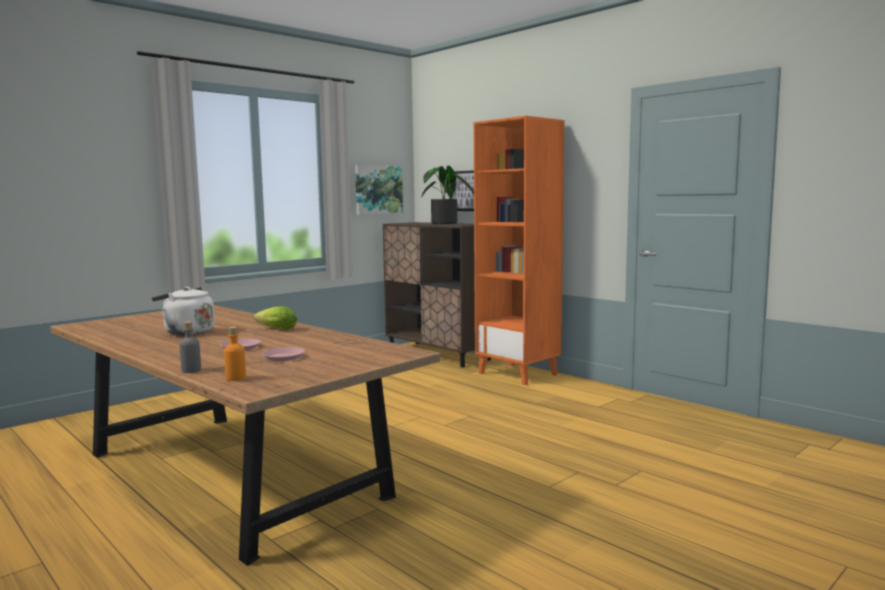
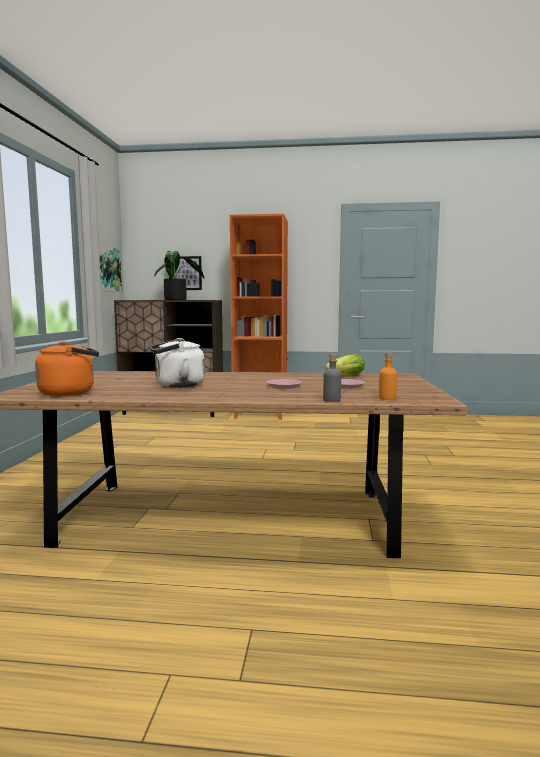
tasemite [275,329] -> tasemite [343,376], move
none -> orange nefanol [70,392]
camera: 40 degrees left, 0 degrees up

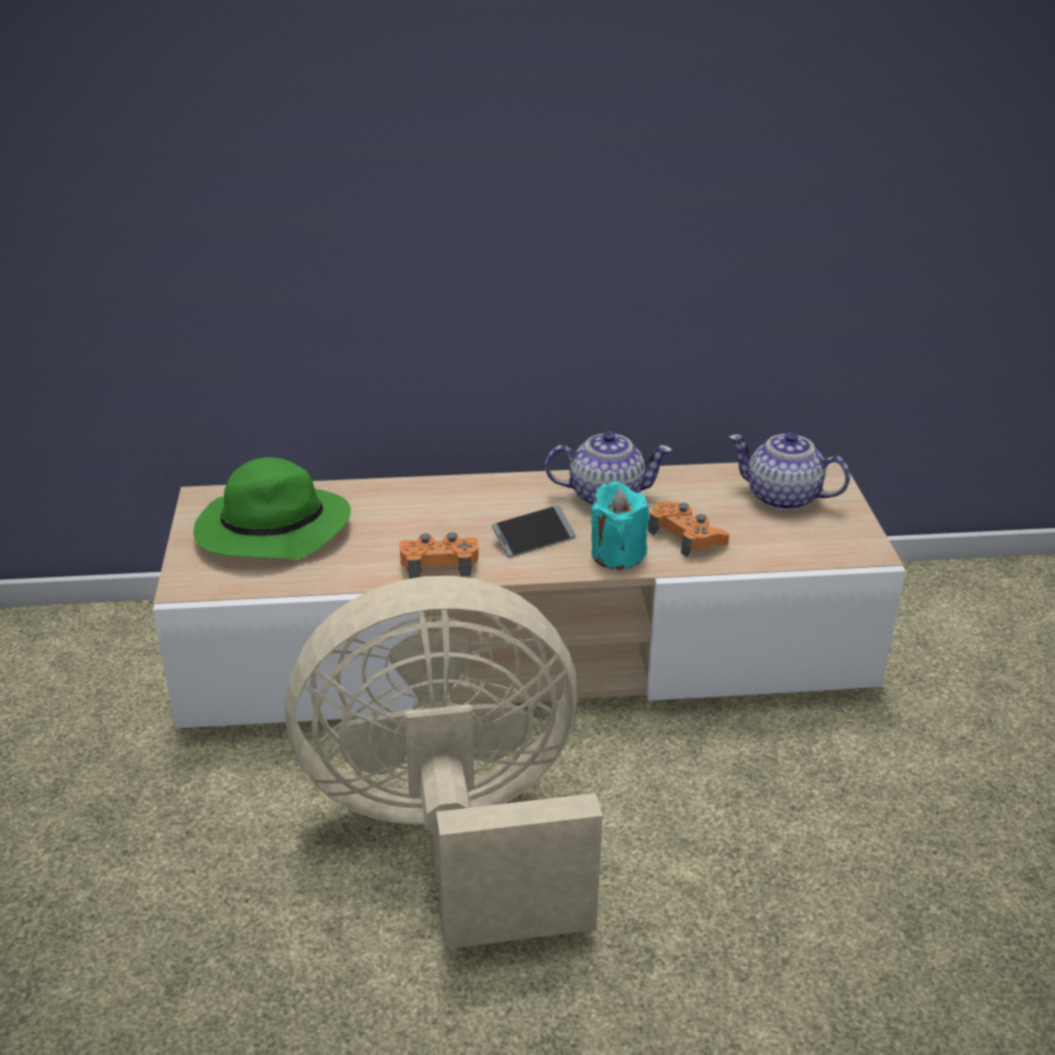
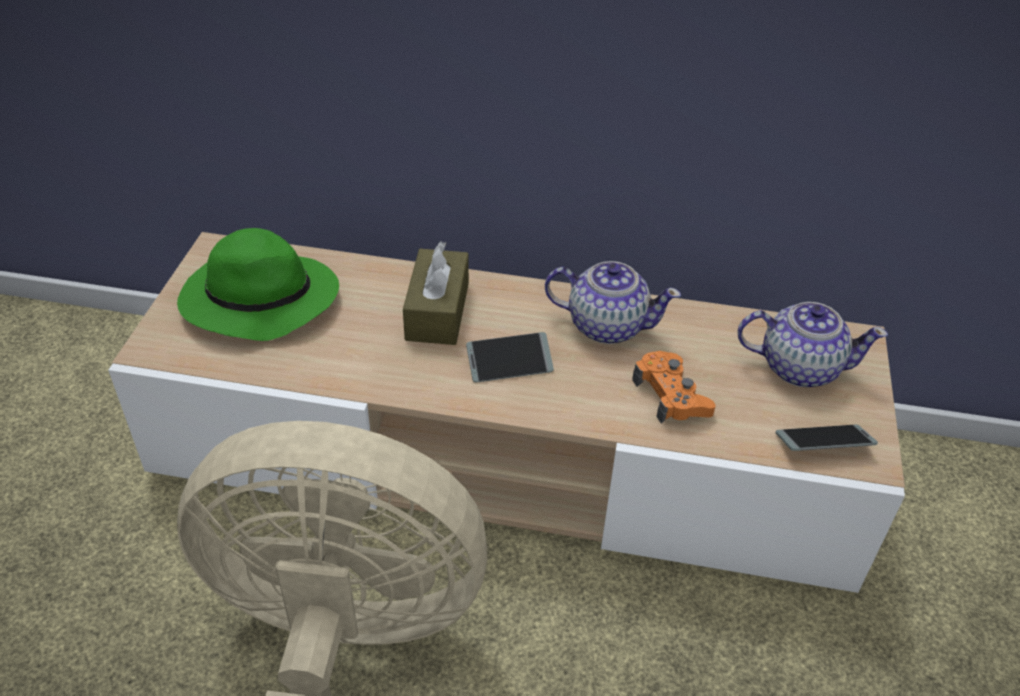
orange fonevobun [439,563] -> none
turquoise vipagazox [617,554] -> none
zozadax [783,498] -> zozadax [798,367], 150 degrees clockwise
none -> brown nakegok [437,311]
none -> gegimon [823,444]
camera: 15 degrees right, 10 degrees up

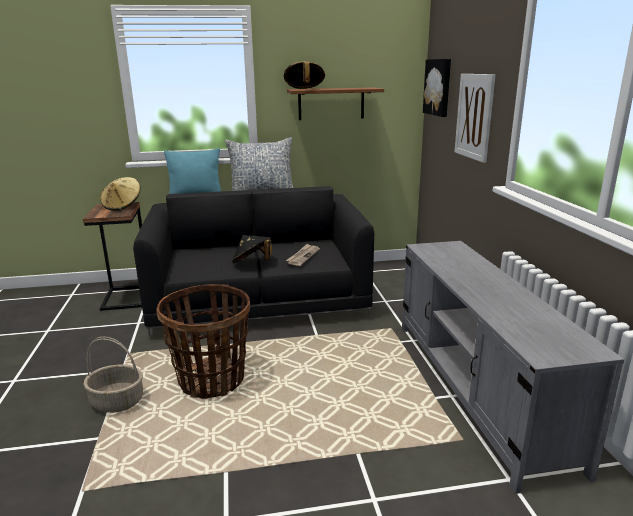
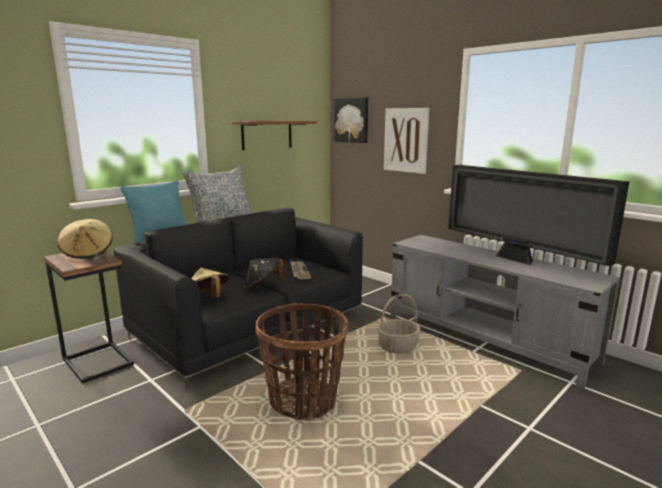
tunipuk [118,401] -> tunipuk [398,346], move
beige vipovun [304,89] -> beige vipovun [207,299], move
none -> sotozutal [517,260]
camera: 35 degrees left, 5 degrees down

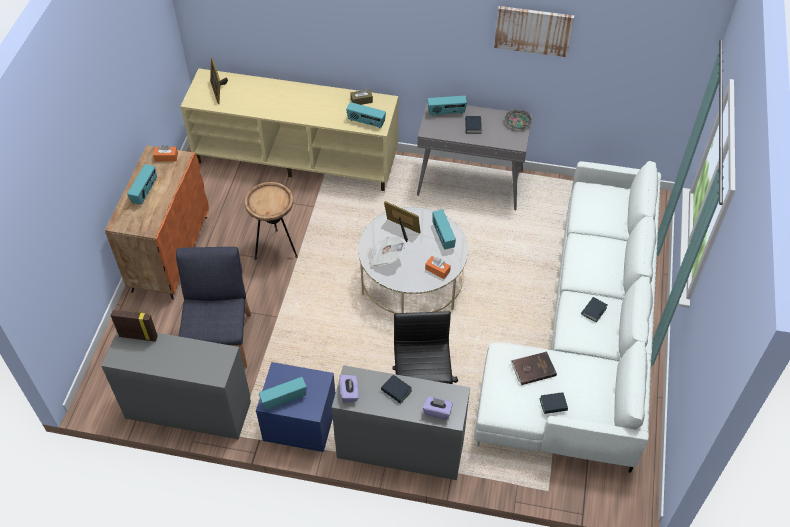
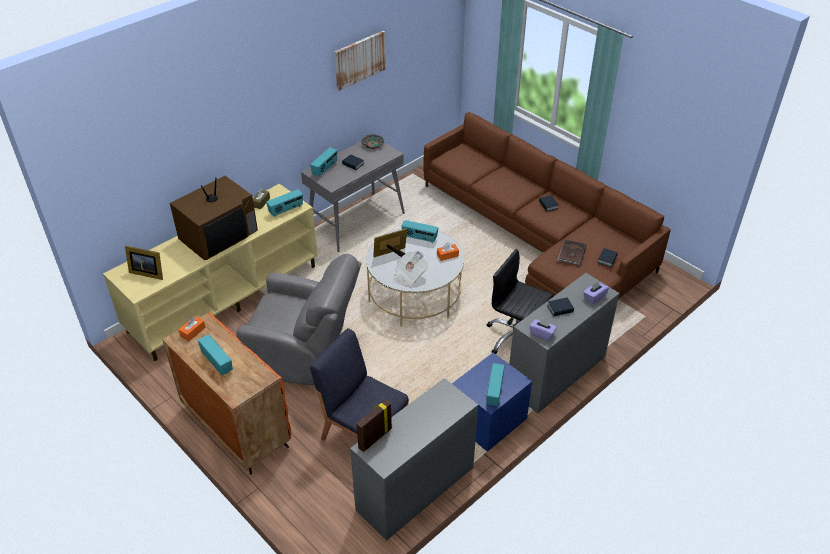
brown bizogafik [276,248] -> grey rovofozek [304,354]
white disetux [583,337] -> brown disetux [539,239]
none -> sotozutal [219,235]
camera: 55 degrees left, 10 degrees down

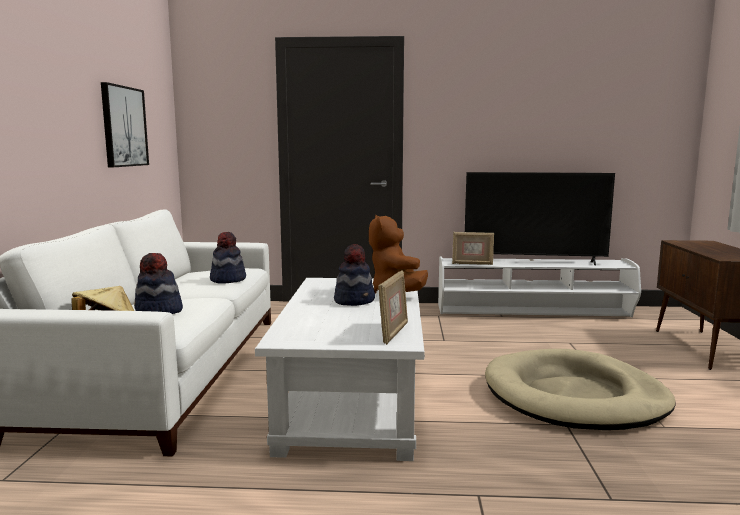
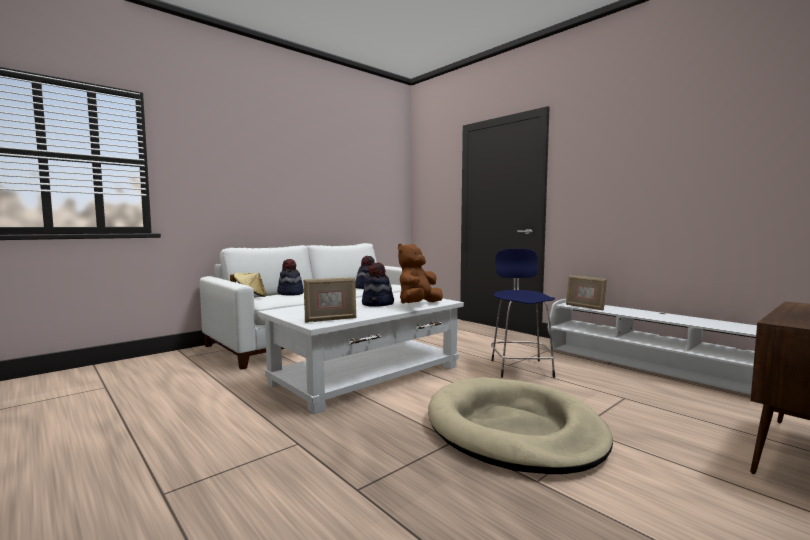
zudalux [124,126] -> none
sotozutal [534,262] -> none
none -> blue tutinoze [520,367]
camera: 45 degrees right, 5 degrees down

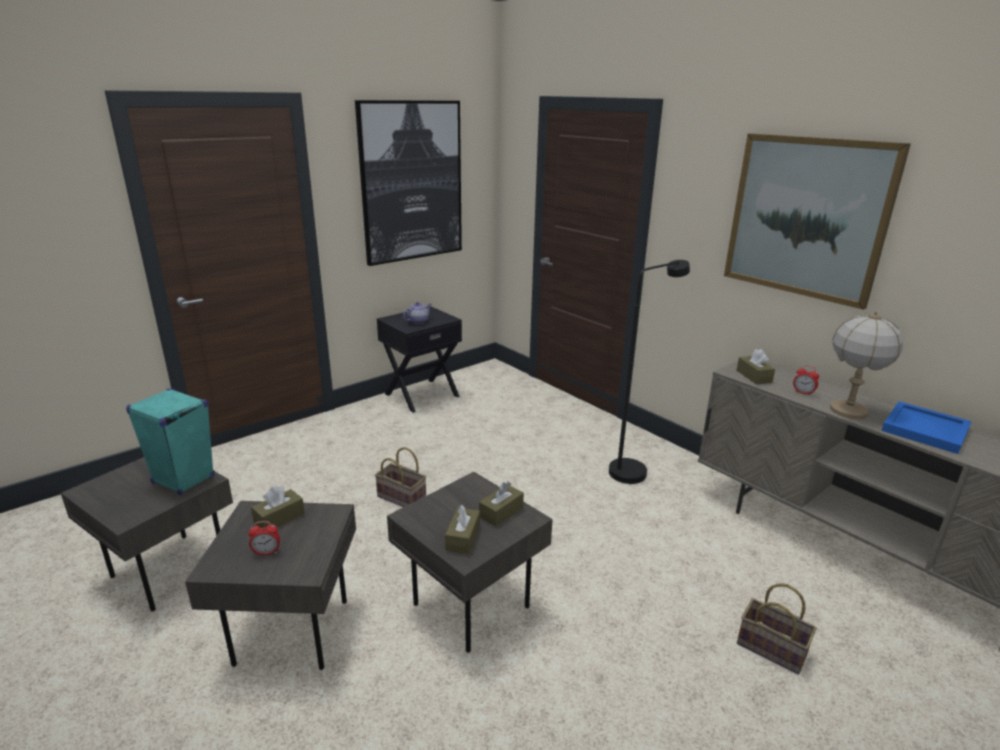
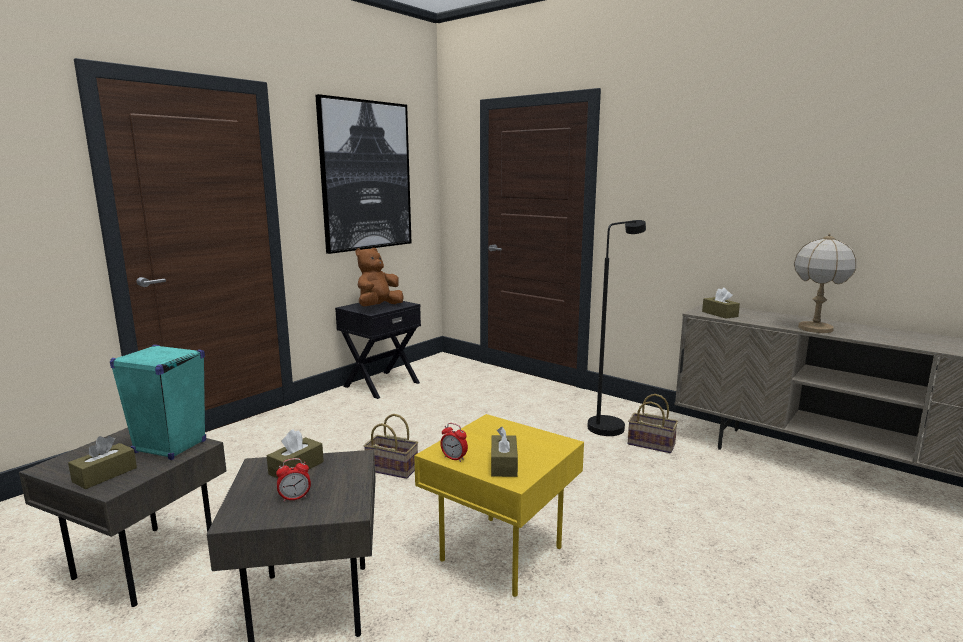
grey bizogafik [467,605] -> yellow bizogafik [497,554]
zozadax [418,321] -> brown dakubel [378,307]
brown nakegok [501,512] -> brown nakegok [105,475], move
zudalux [807,217] -> none
tunipuk [773,649] -> tunipuk [652,444], move
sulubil [803,393] -> sulubil [454,458], move
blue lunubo [926,430] -> none
camera: 10 degrees left, 10 degrees down

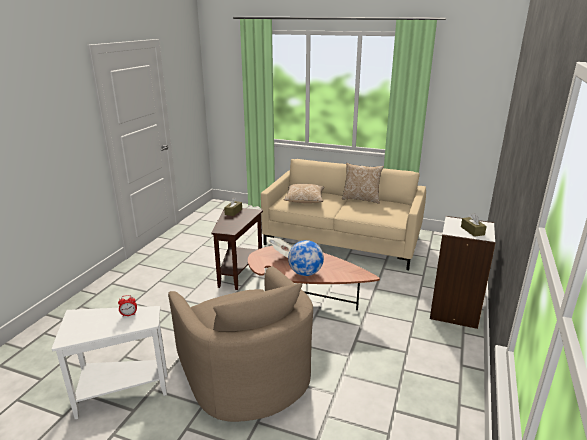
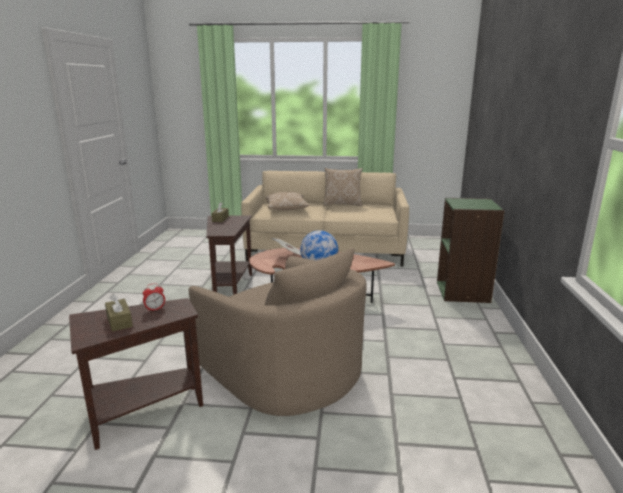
white bizogafik [119,392] -> brown bizogafik [141,413]
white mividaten [455,310] -> green mividaten [463,292]
brown nakegok [472,231] -> brown nakegok [119,321], move
camera: 15 degrees left, 5 degrees down

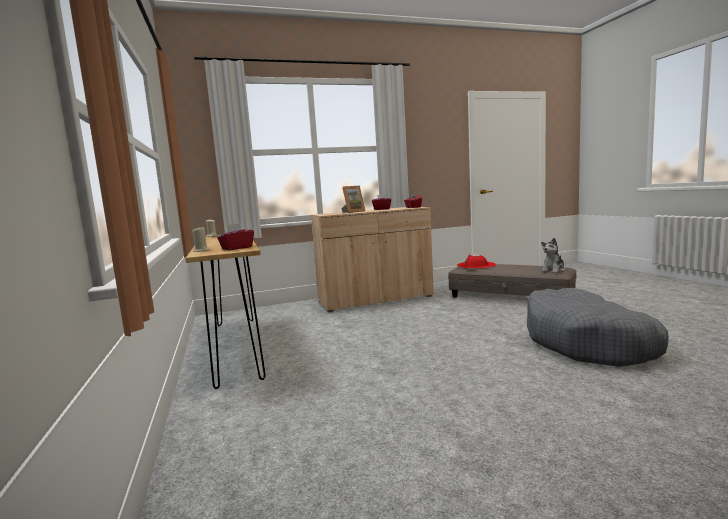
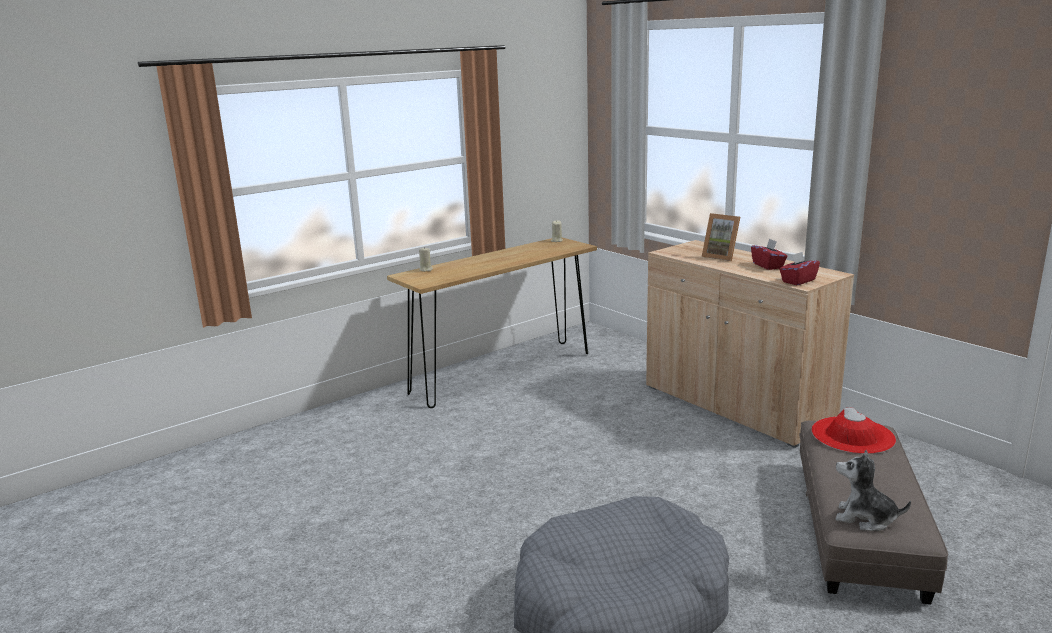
red nakegok [237,248] -> none
camera: 70 degrees right, 10 degrees up

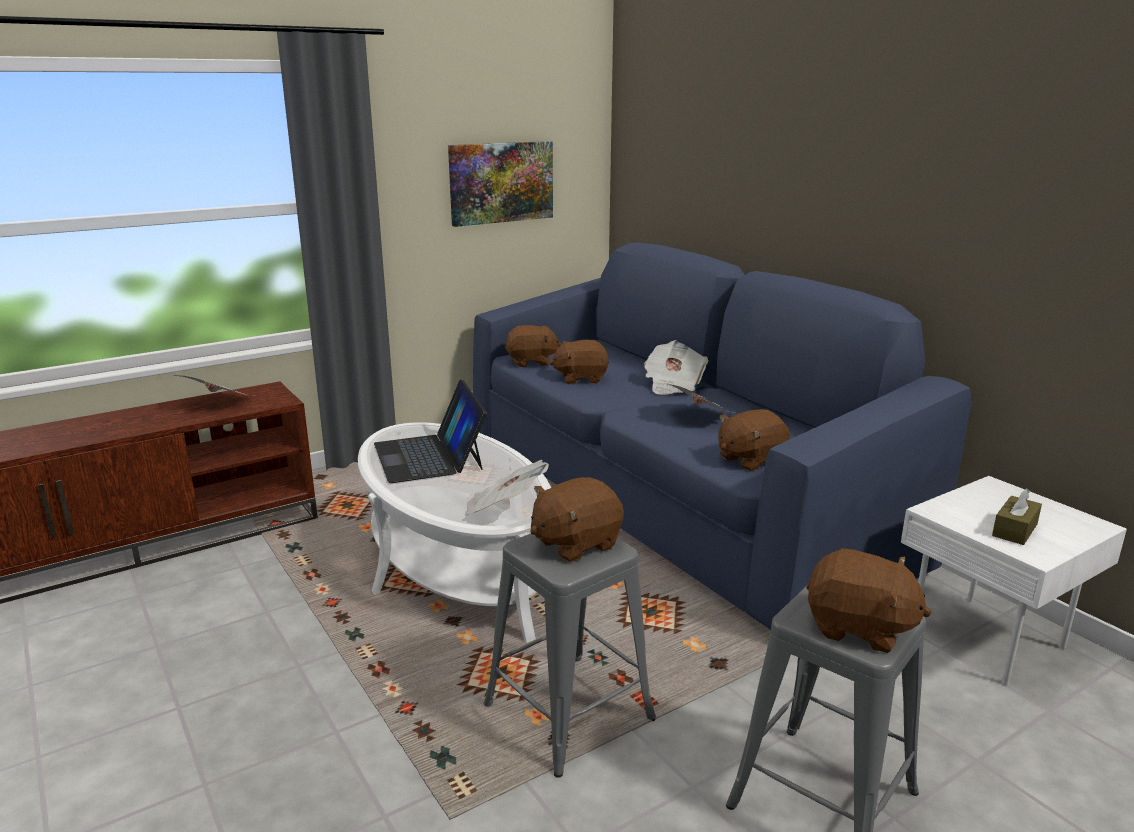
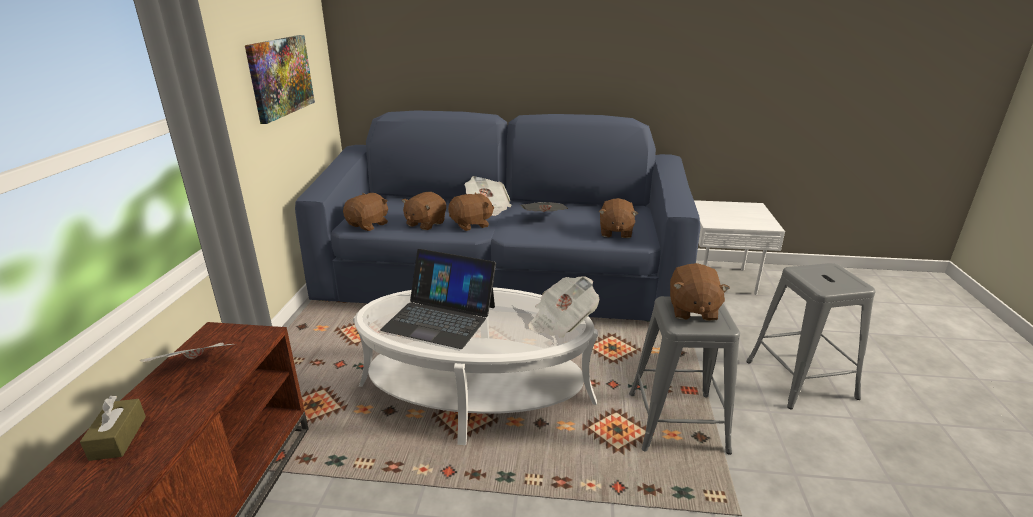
brown dakubel [859,628] -> brown dakubel [471,225], move
brown nakegok [1014,530] -> brown nakegok [118,438], move
camera: 50 degrees left, 5 degrees up

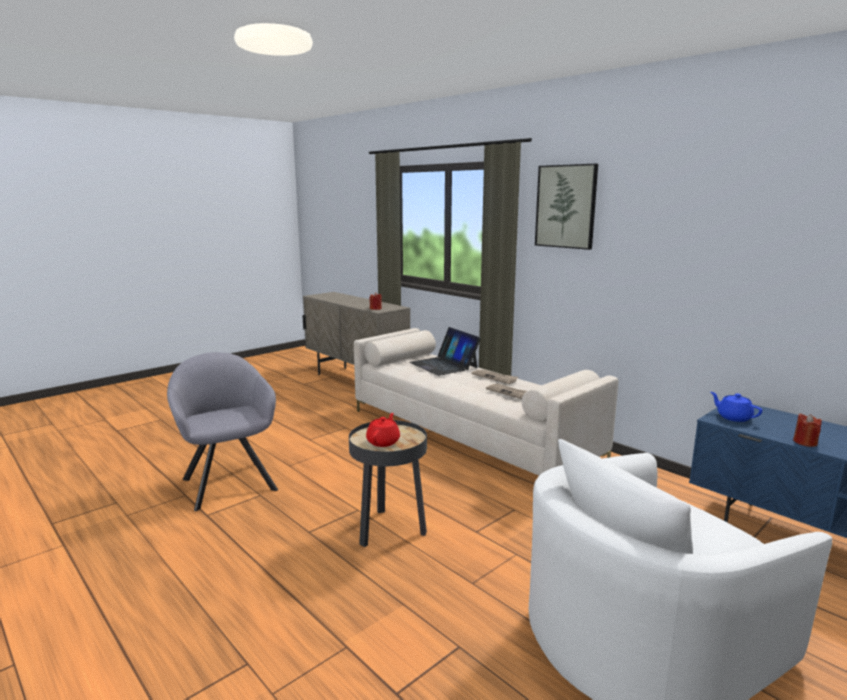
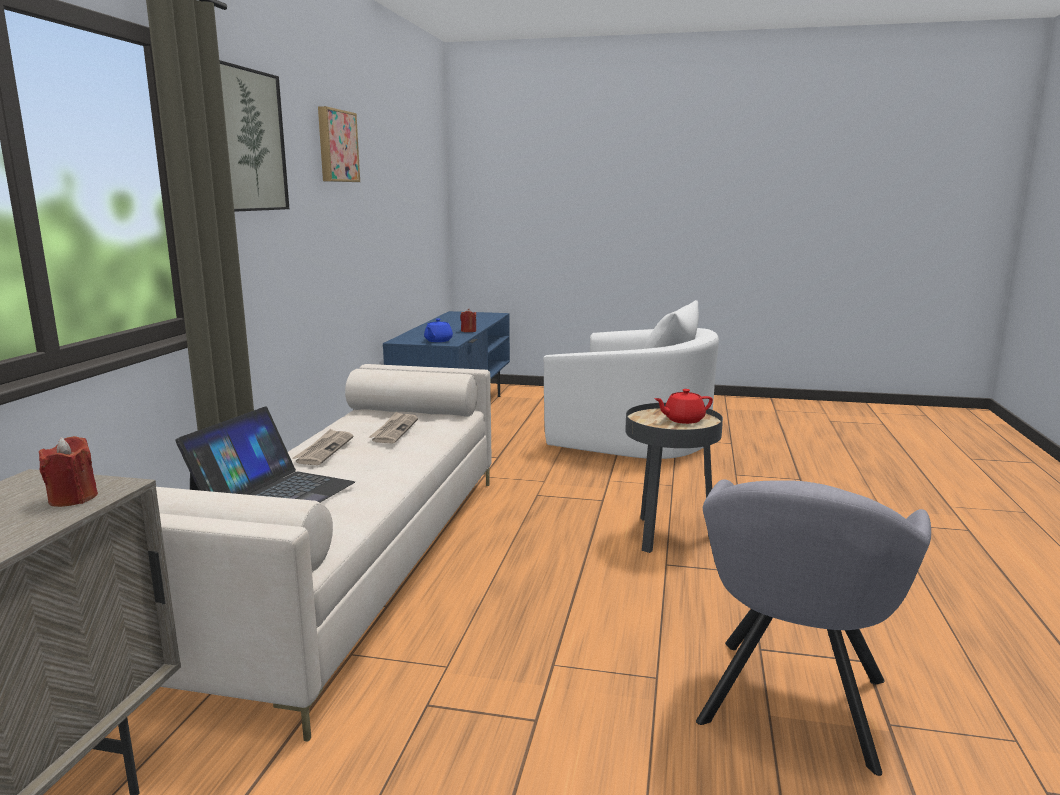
none -> zudalux [336,146]
camera: 125 degrees left, 0 degrees up

